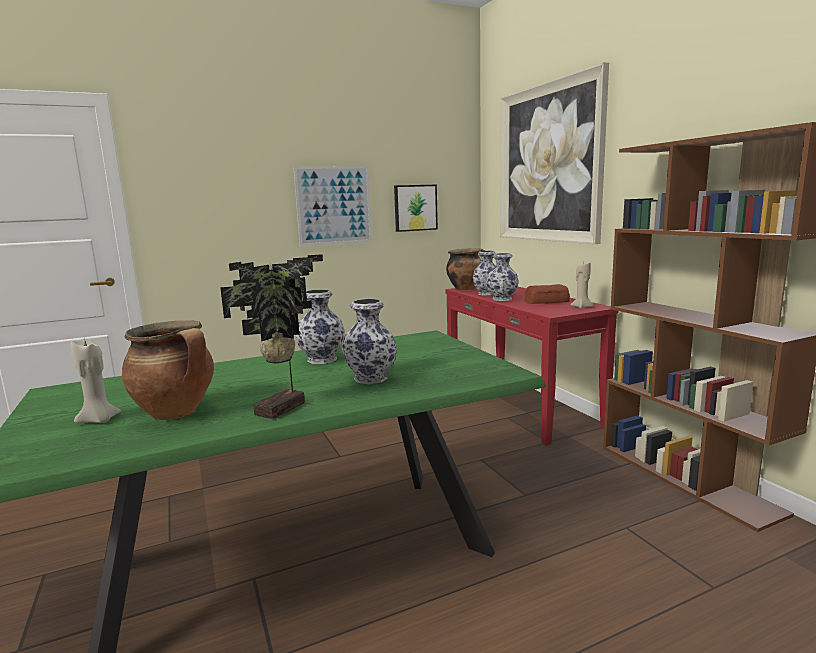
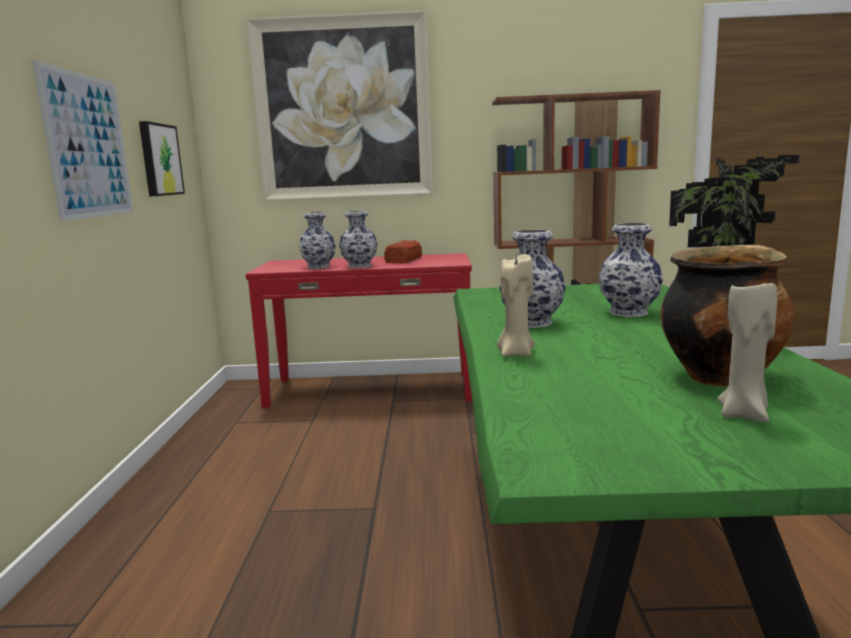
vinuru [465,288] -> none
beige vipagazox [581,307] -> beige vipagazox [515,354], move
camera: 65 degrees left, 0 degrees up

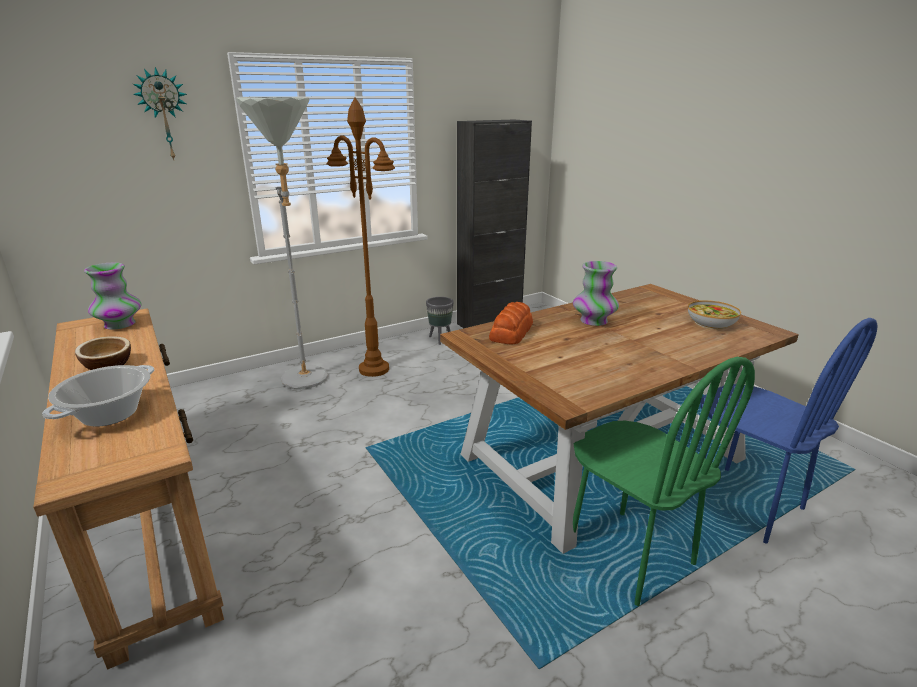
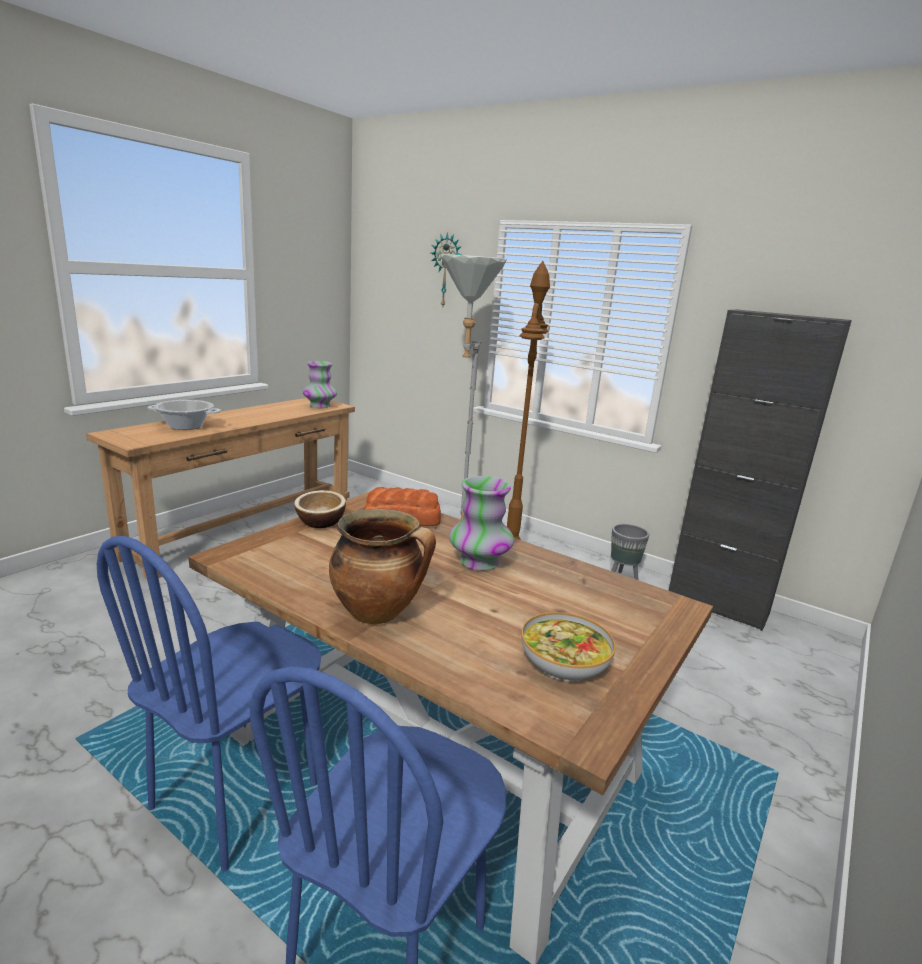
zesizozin [108,365] -> zesizozin [320,522], move
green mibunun [629,555] -> blue mibunun [236,797]
none -> vinuru [379,613]
camera: 65 degrees right, 5 degrees down

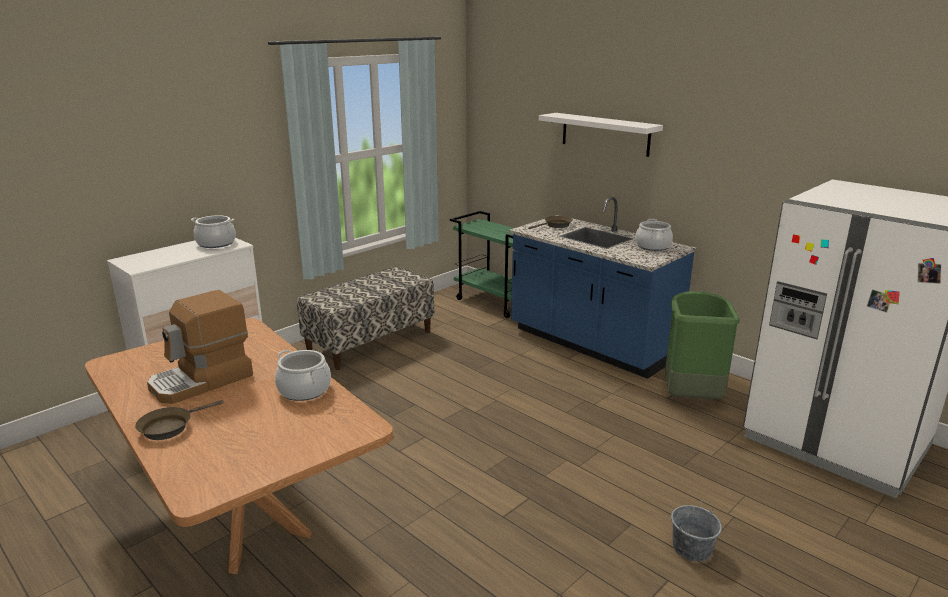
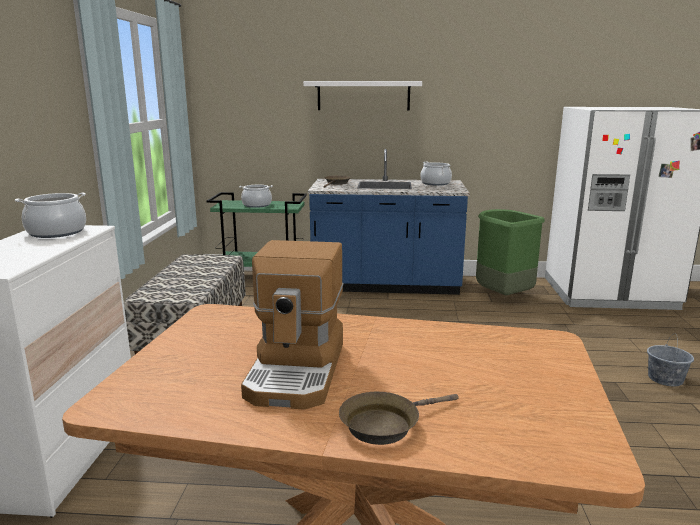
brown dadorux [170,427] -> brown dadorux [385,424], 60 degrees clockwise
vinuru [304,390] -> vinuru [257,205], move
camera: 40 degrees left, 5 degrees down

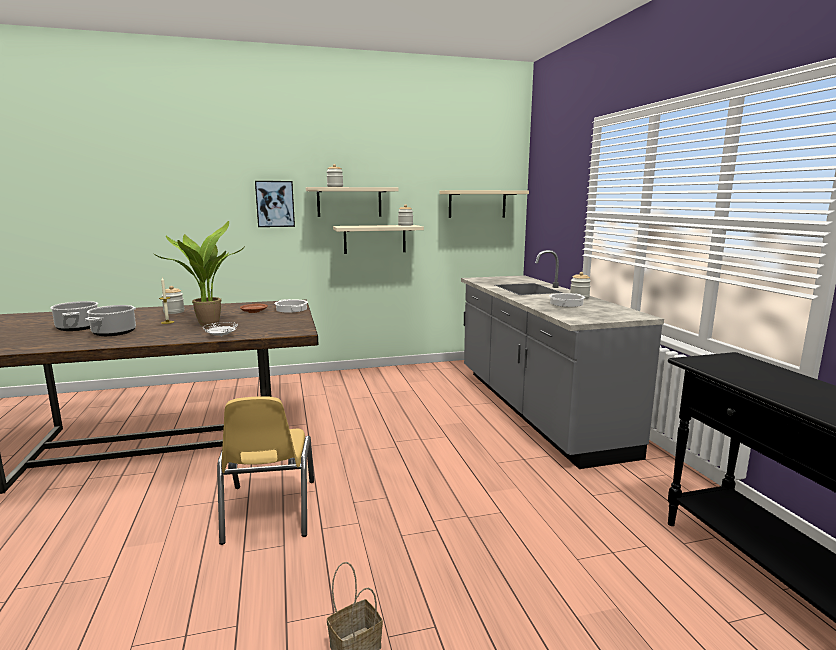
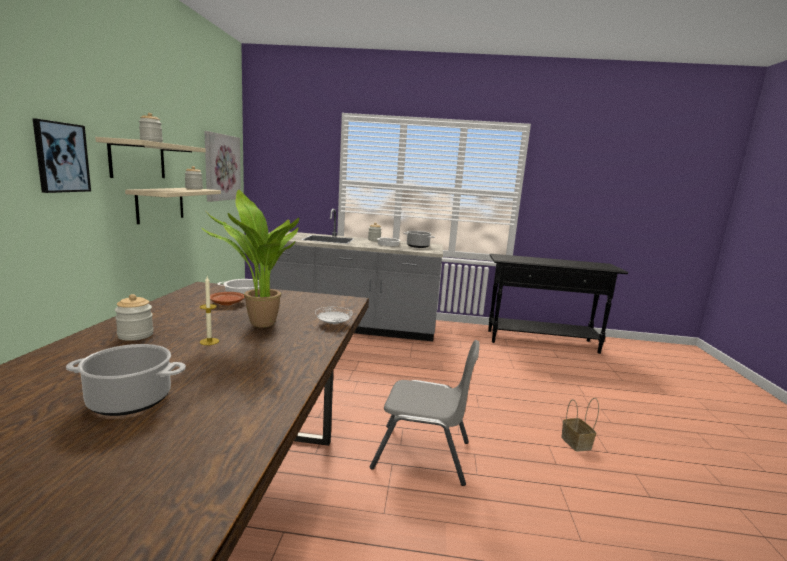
vinuru [114,332] -> vinuru [417,246], move
yellow mibunun [269,510] -> grey mibunun [422,454]
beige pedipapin [477,204] -> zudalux [221,167]
camera: 70 degrees left, 0 degrees up

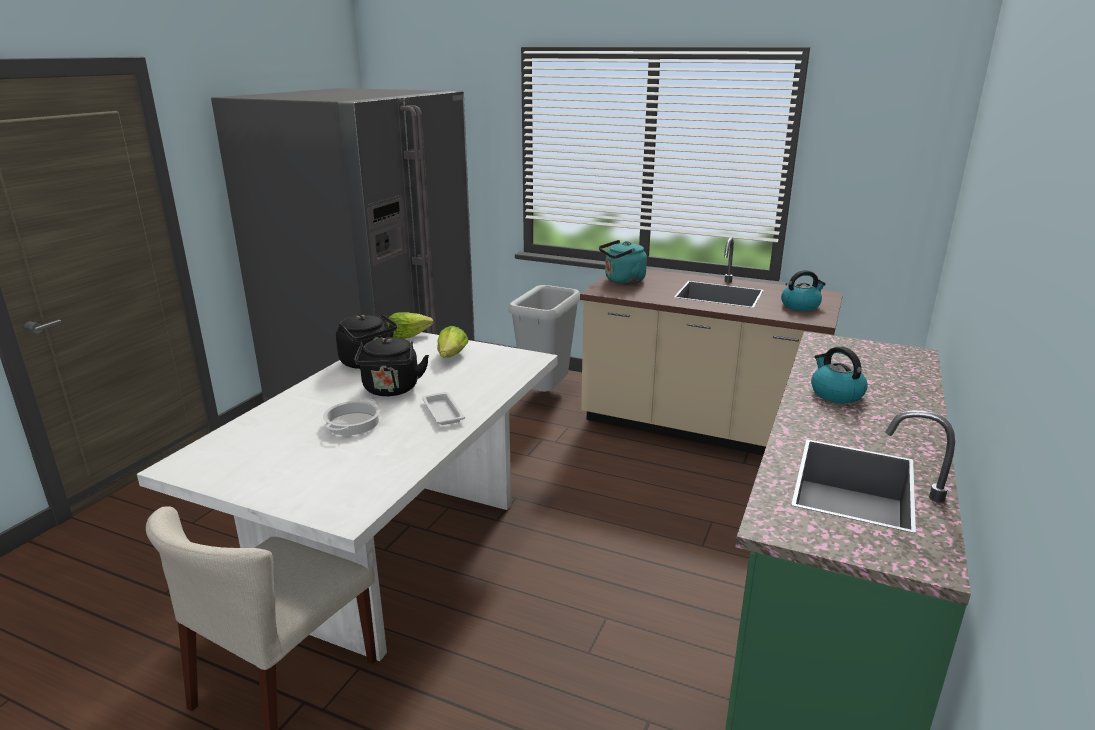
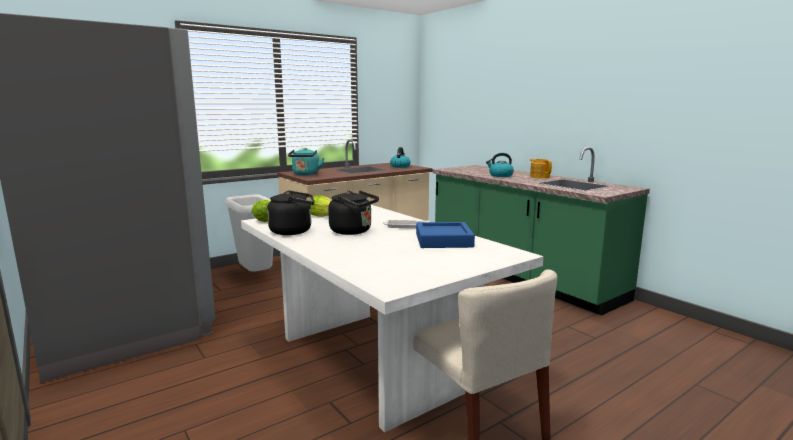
vinuru [352,423] -> none
none -> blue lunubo [443,240]
none -> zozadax [539,176]
camera: 60 degrees left, 10 degrees down

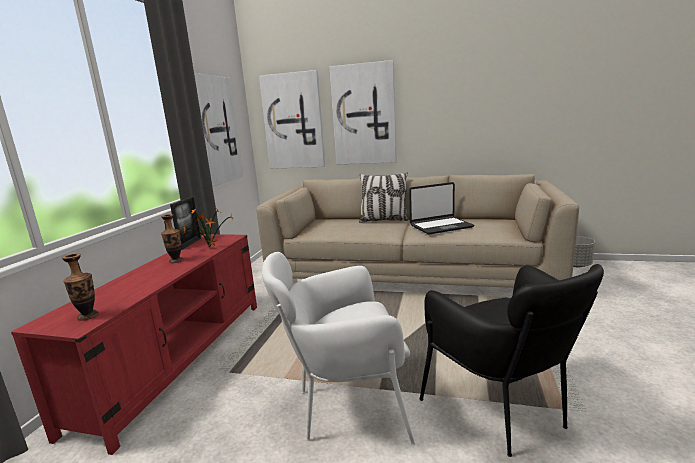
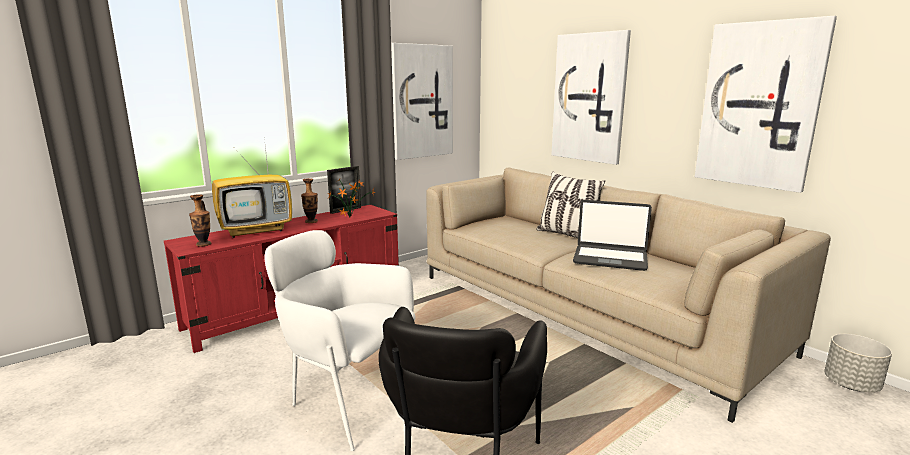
zudalux [293,121] -> zudalux [759,105], move
none -> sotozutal [257,230]
camera: 35 degrees right, 0 degrees up

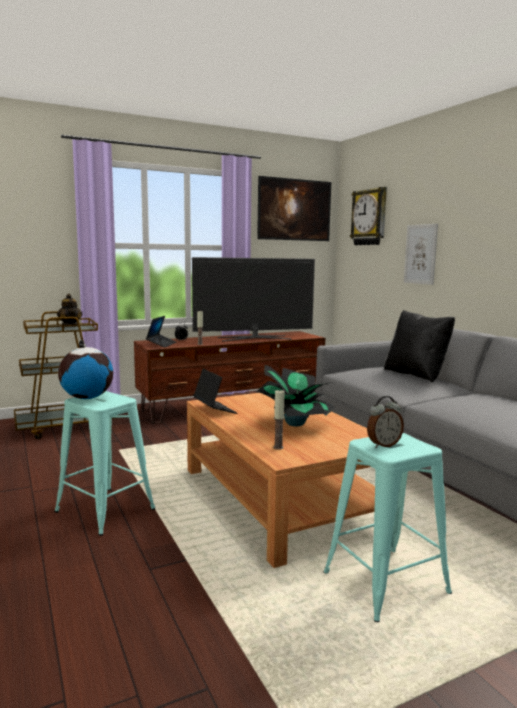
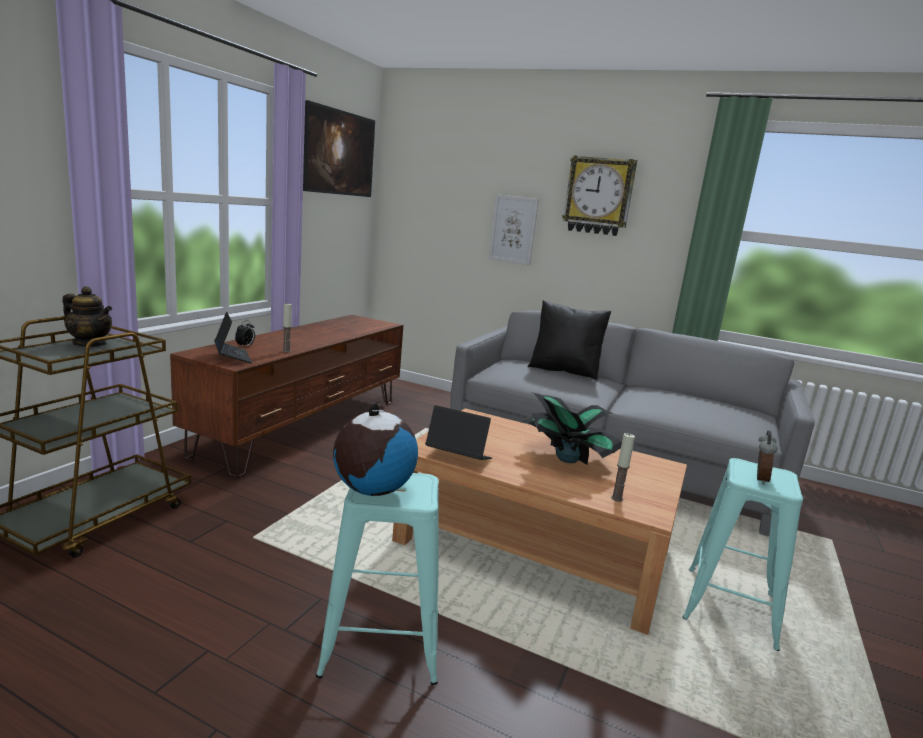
sotozutal [254,338] -> none
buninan [369,217] -> buninan [598,196], move
camera: 40 degrees left, 5 degrees up

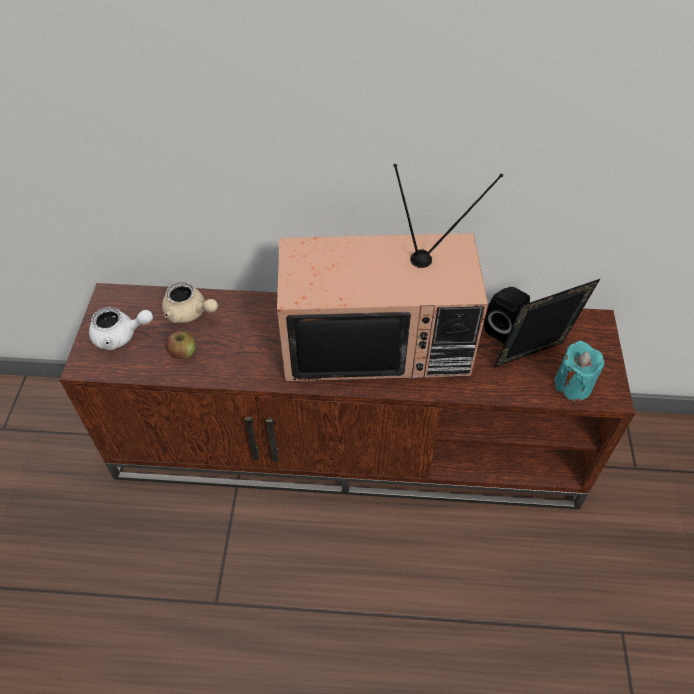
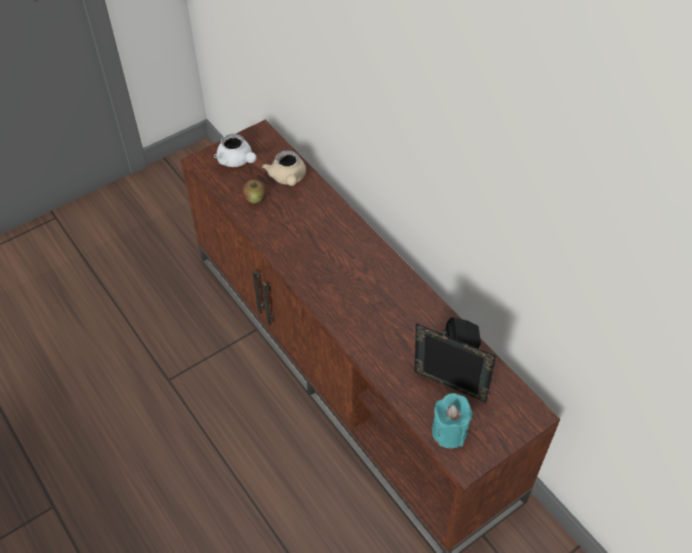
sotozutal [378,340] -> none
camera: 50 degrees right, 0 degrees up

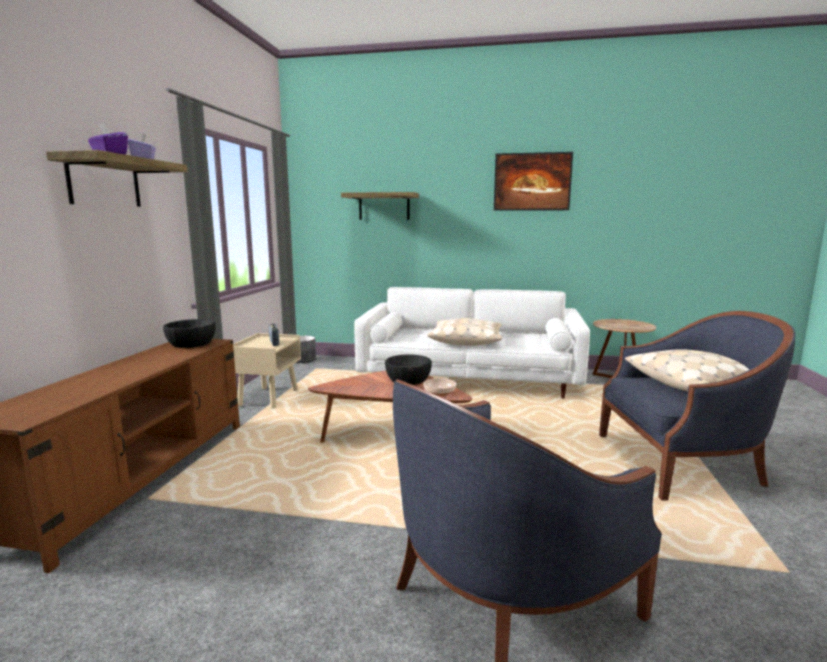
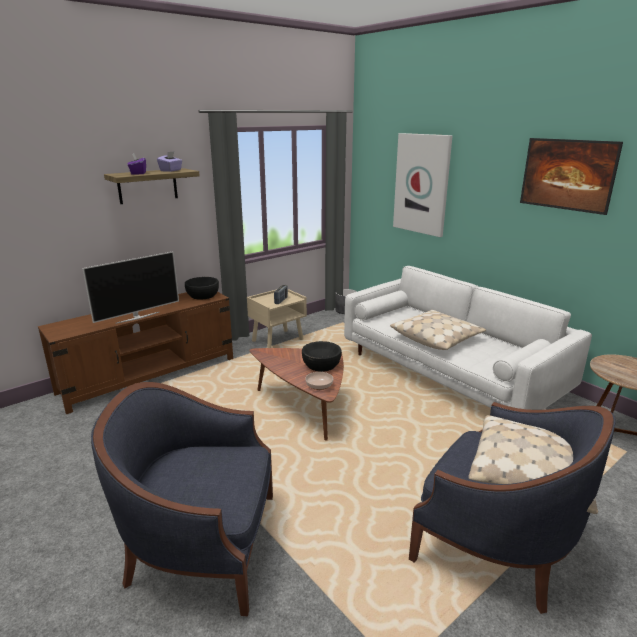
pedipapin [384,206] -> zudalux [422,184]
none -> sotozutal [137,317]
camera: 40 degrees right, 10 degrees up

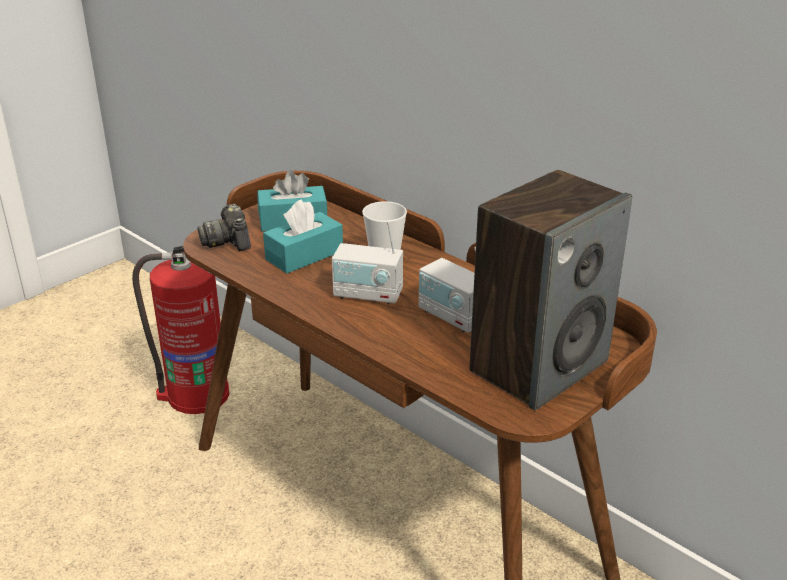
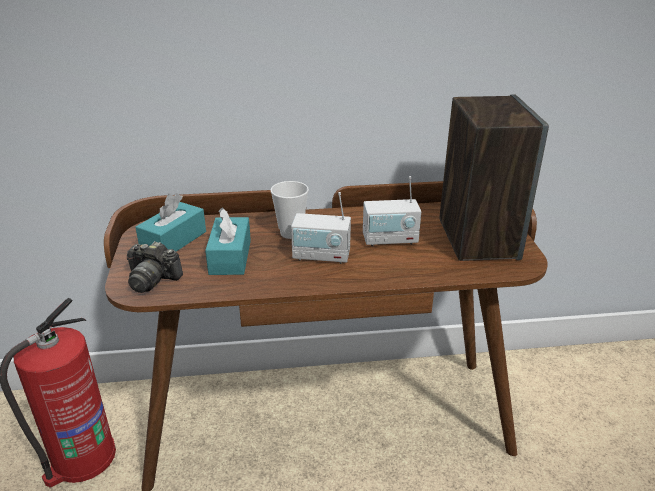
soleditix [368,294] -> soleditix [321,256], 45 degrees clockwise
camera: 50 degrees left, 0 degrees up

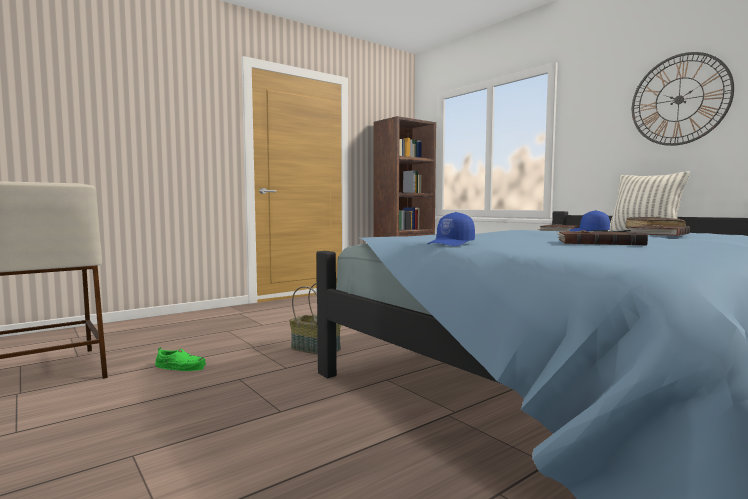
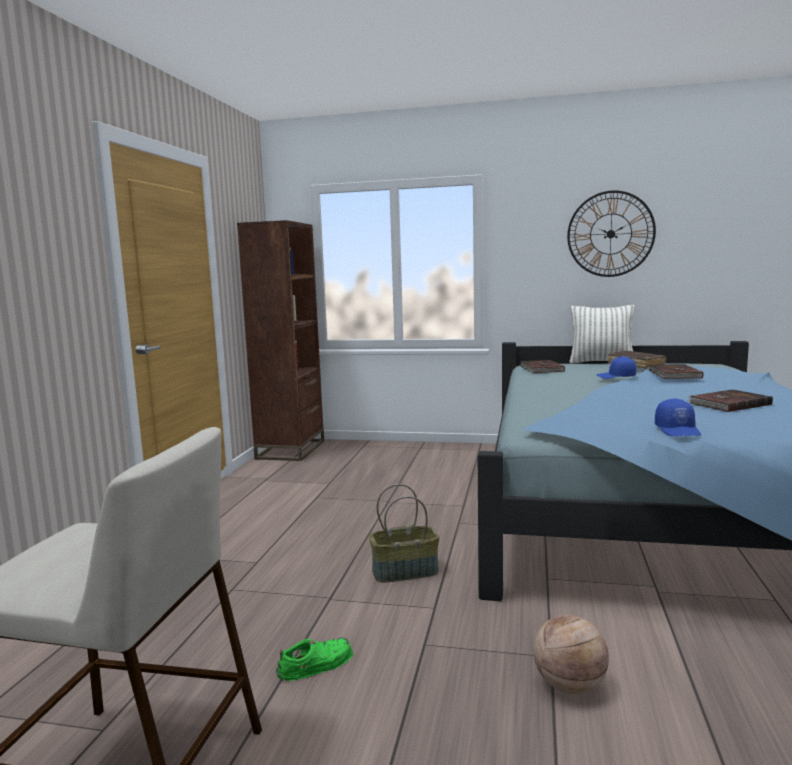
none -> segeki [569,686]
camera: 40 degrees left, 5 degrees up

